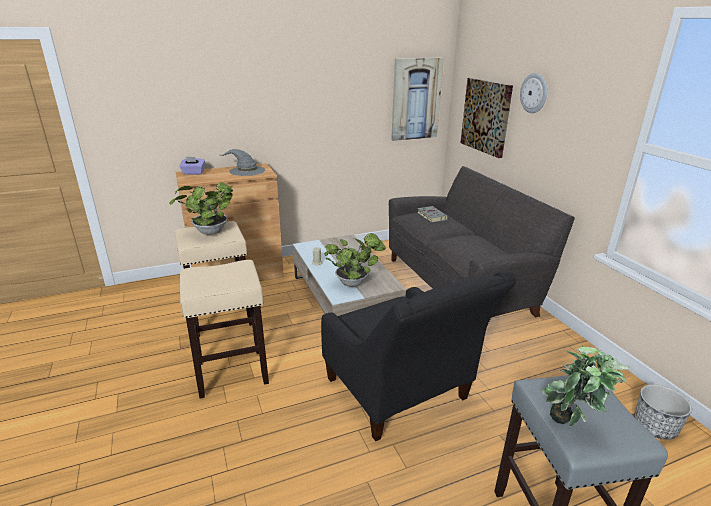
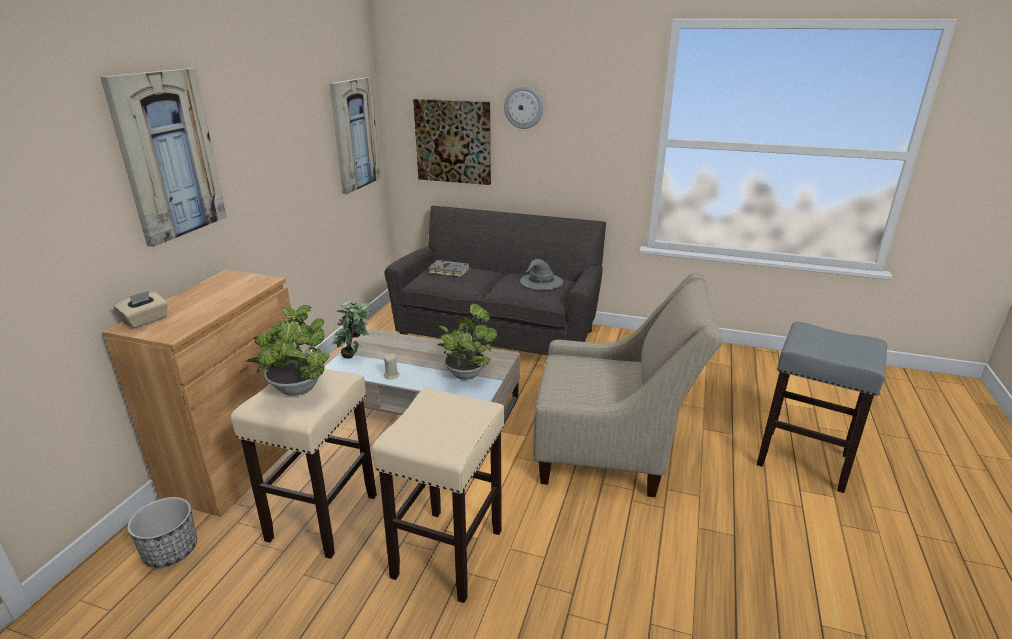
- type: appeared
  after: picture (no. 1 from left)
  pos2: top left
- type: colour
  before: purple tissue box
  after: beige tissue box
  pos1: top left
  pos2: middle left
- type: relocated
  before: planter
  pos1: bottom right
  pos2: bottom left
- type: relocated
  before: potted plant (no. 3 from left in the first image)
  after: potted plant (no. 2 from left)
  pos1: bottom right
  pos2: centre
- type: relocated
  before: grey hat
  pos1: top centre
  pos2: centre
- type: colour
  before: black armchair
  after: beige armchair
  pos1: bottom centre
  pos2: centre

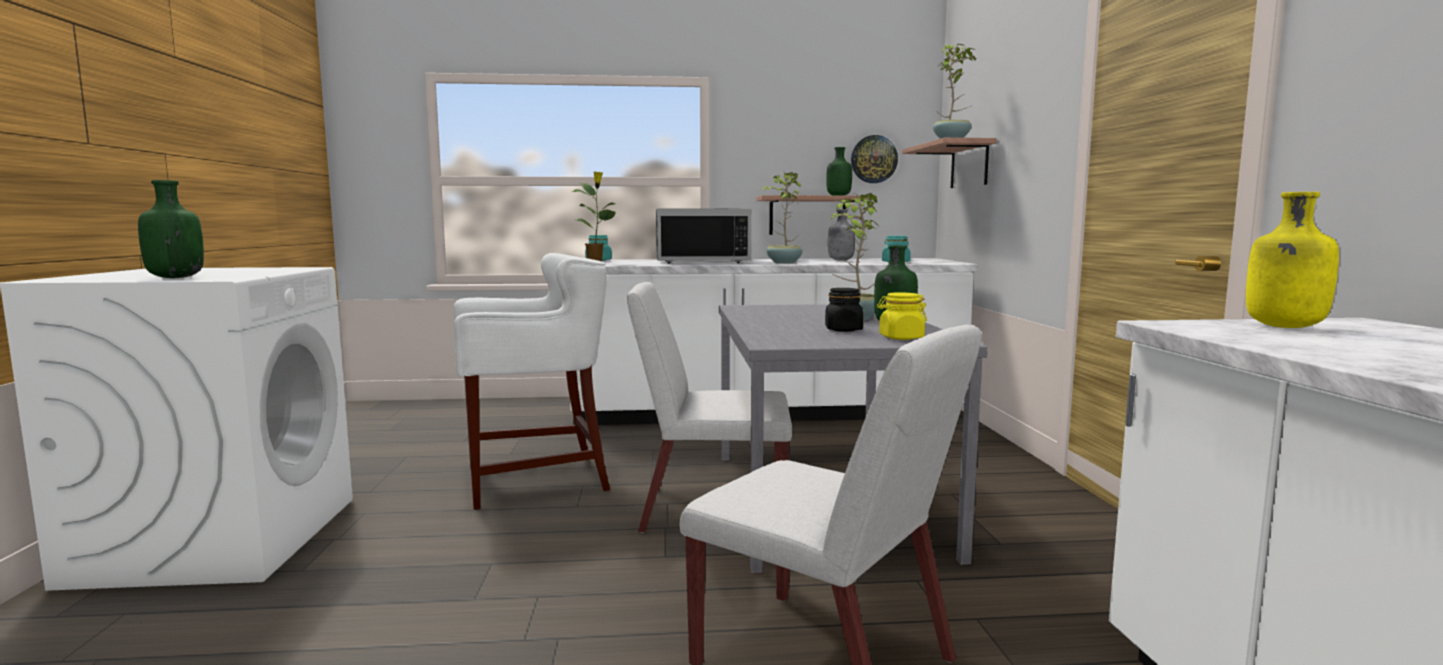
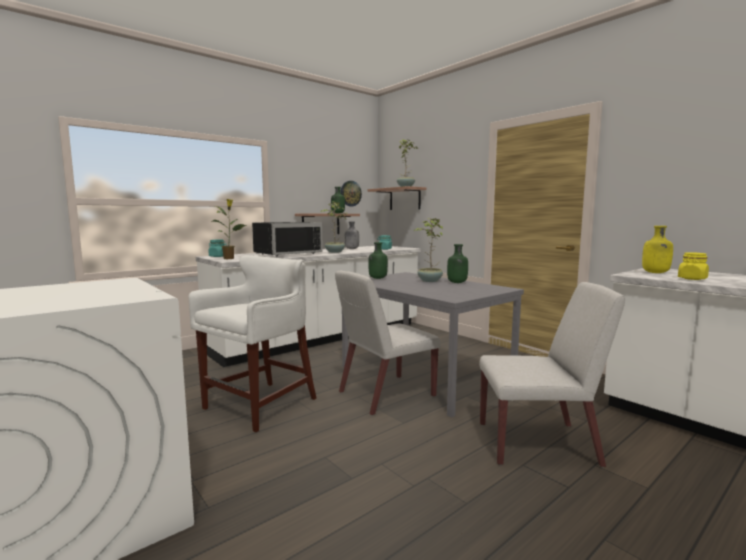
- type: relocated
  before: green bottle (no. 1 from left in the first image)
  after: green bottle (no. 2 from left)
  pos1: middle left
  pos2: centre
- type: relocated
  before: yellow jar
  pos1: centre
  pos2: middle right
- type: missing
  before: black jar
  pos1: centre

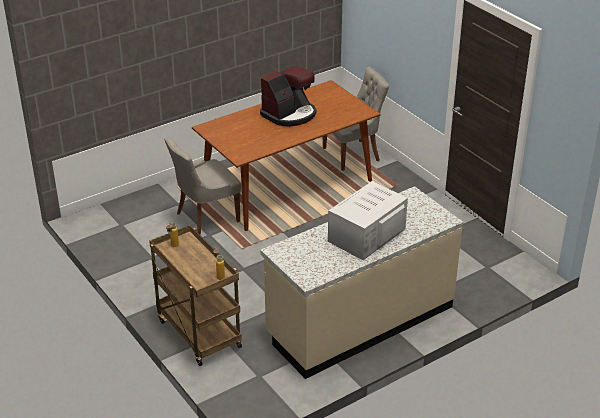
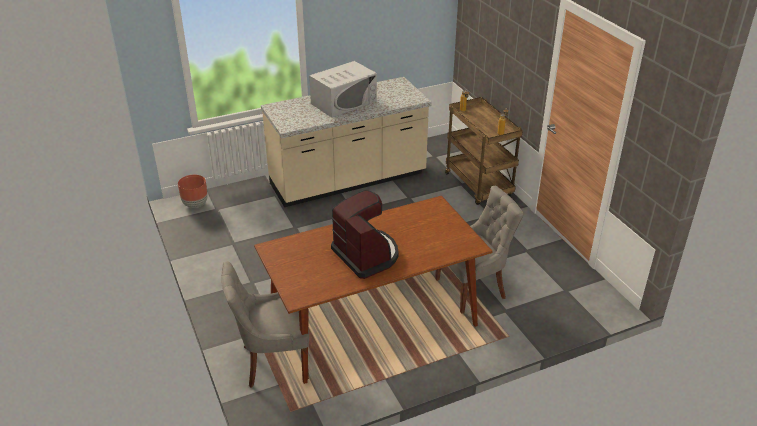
- type: appeared
  after: brown planter
  pos2: middle left
- type: spun
  before: coffee machine
  pos1: top centre
  pos2: centre
  turn: 90

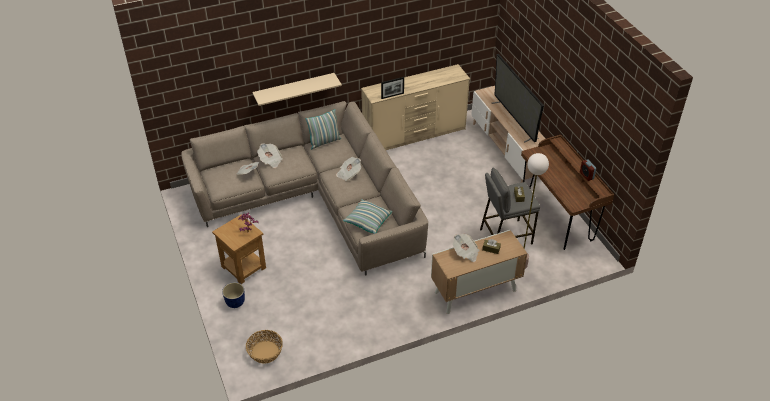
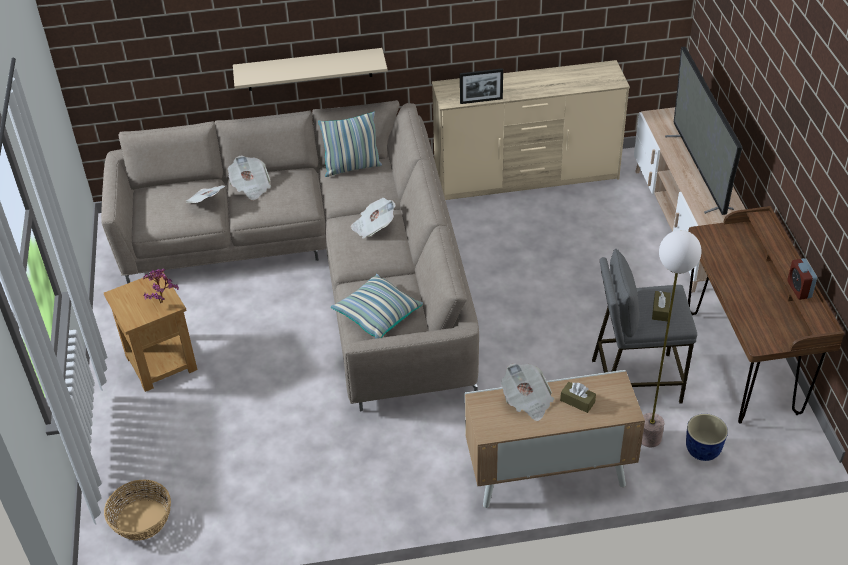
- type: relocated
  before: planter
  pos1: bottom left
  pos2: bottom right

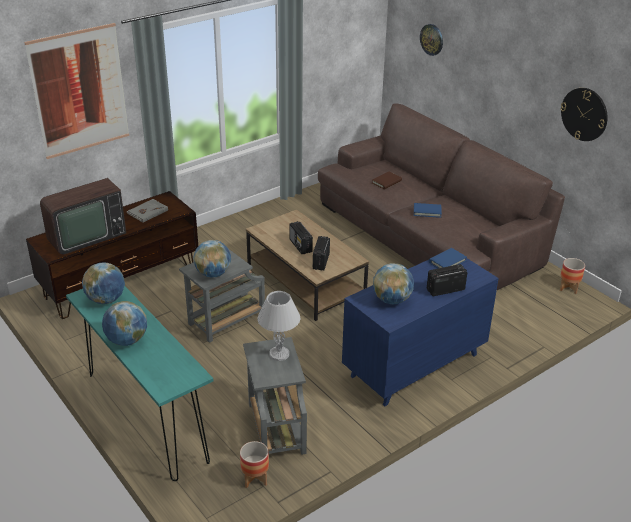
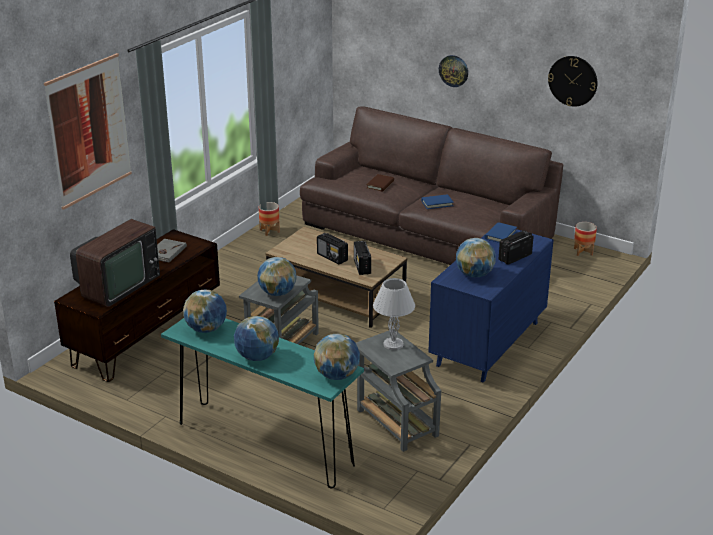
- type: relocated
  before: planter (no. 1 from left)
  pos1: bottom centre
  pos2: centre
- type: appeared
  after: globe (no. 4 from left)
  pos2: bottom centre
- type: relocated
  before: wall clock (no. 1 from left)
  pos1: top right
  pos2: top centre

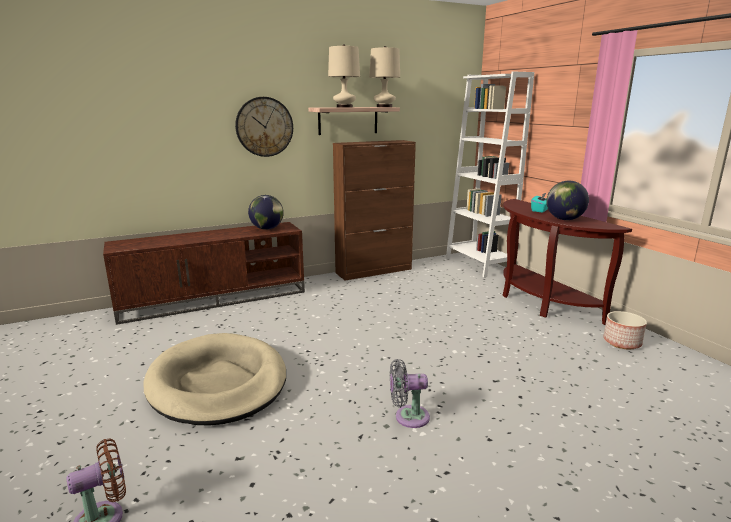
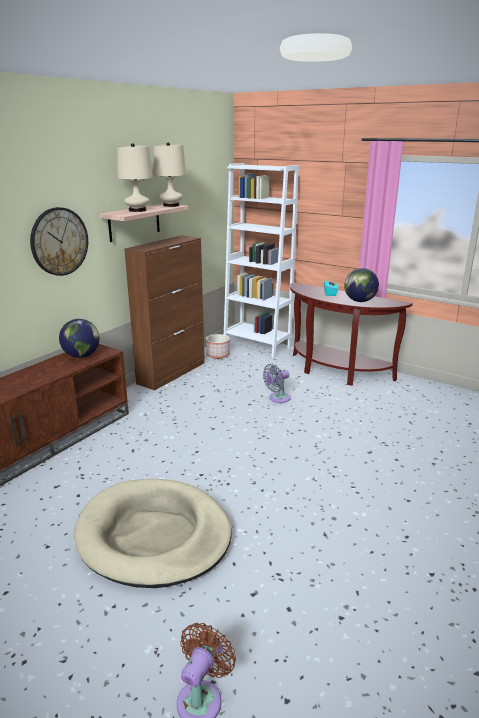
- type: relocated
  before: planter
  pos1: middle right
  pos2: centre
- type: relocated
  before: grey fan
  pos1: bottom centre
  pos2: centre

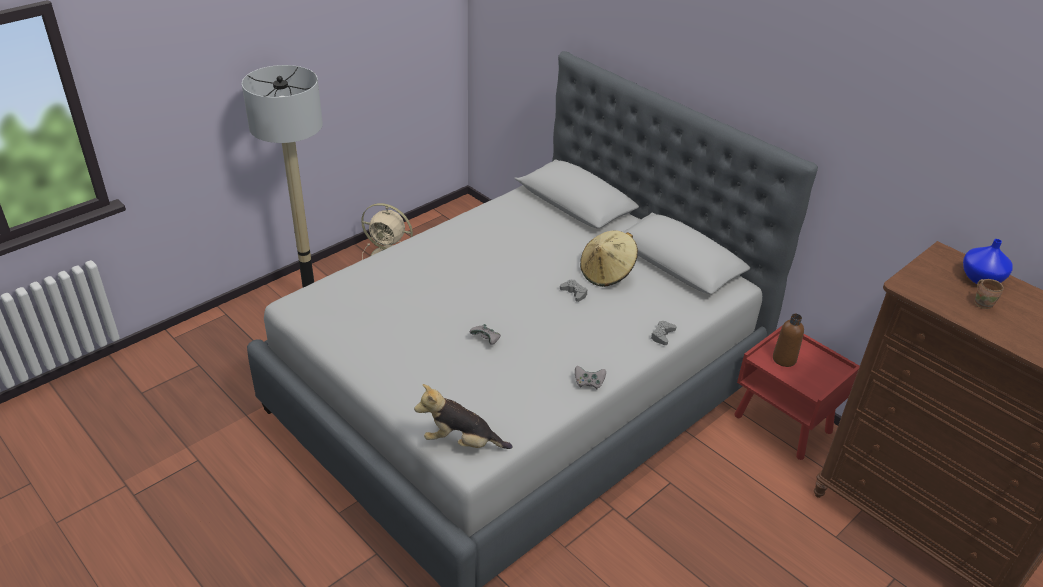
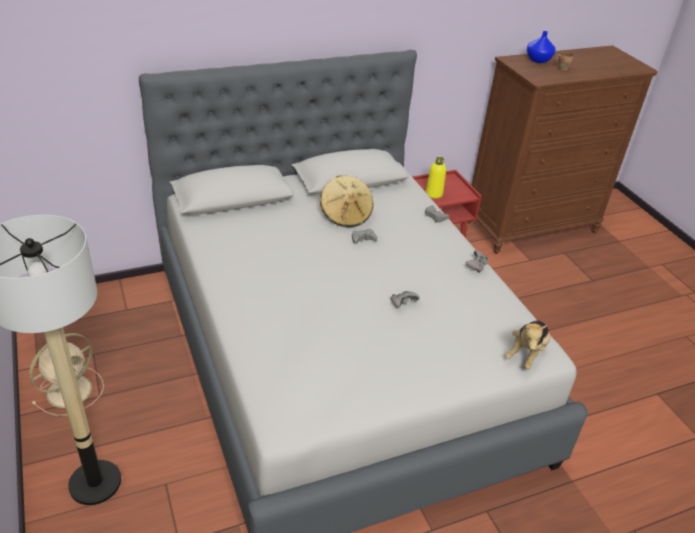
- type: colour
  before: brown bottle
  after: yellow bottle
  pos1: middle right
  pos2: top centre

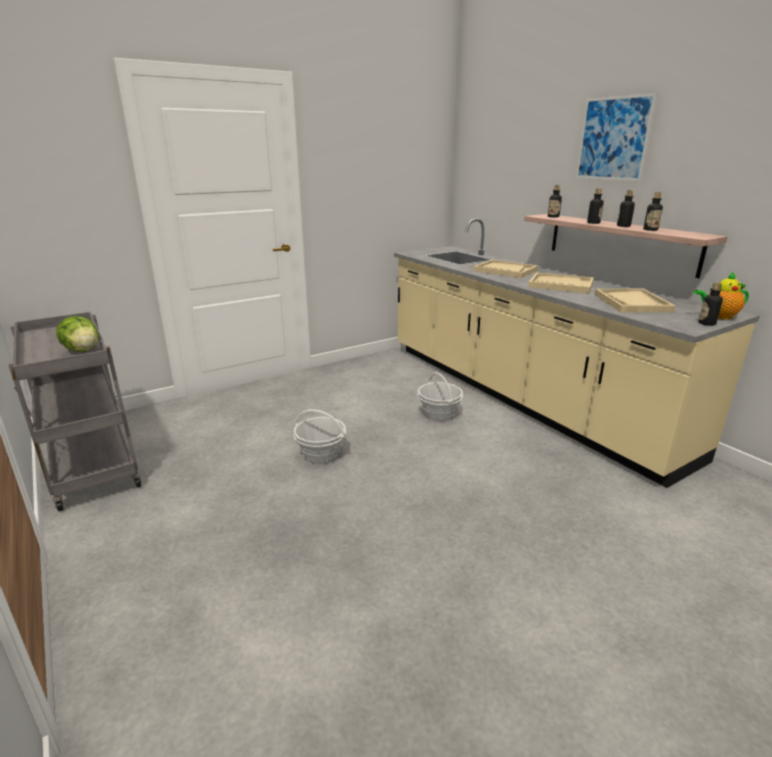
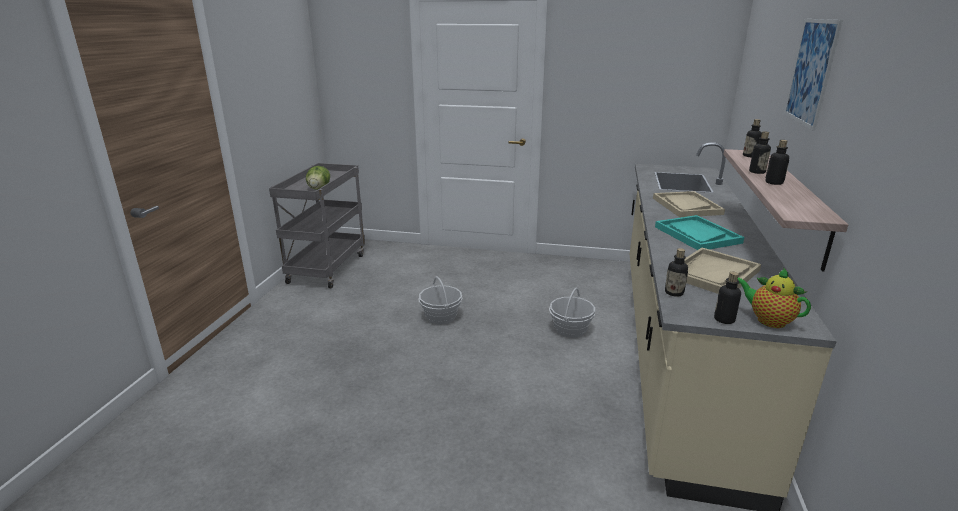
- type: colour
  before: beige tray (no. 2 from left)
  after: turquoise tray
  pos1: middle right
  pos2: middle right
- type: relocated
  before: bottle (no. 4 from left in the first image)
  after: bottle (no. 1 from left)
  pos1: top right
  pos2: middle right

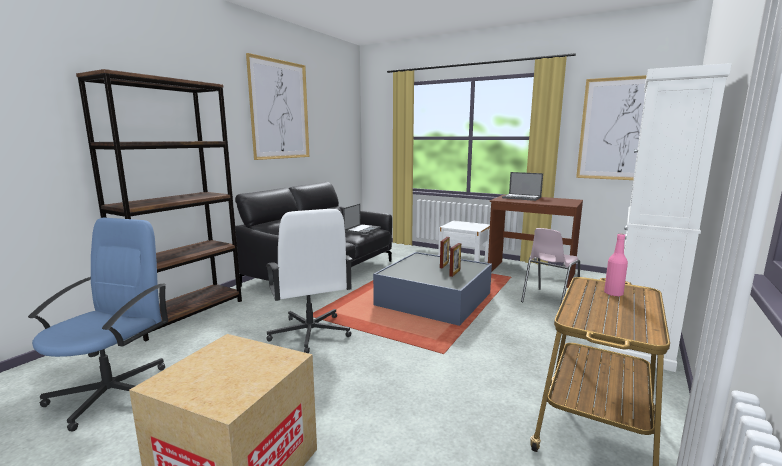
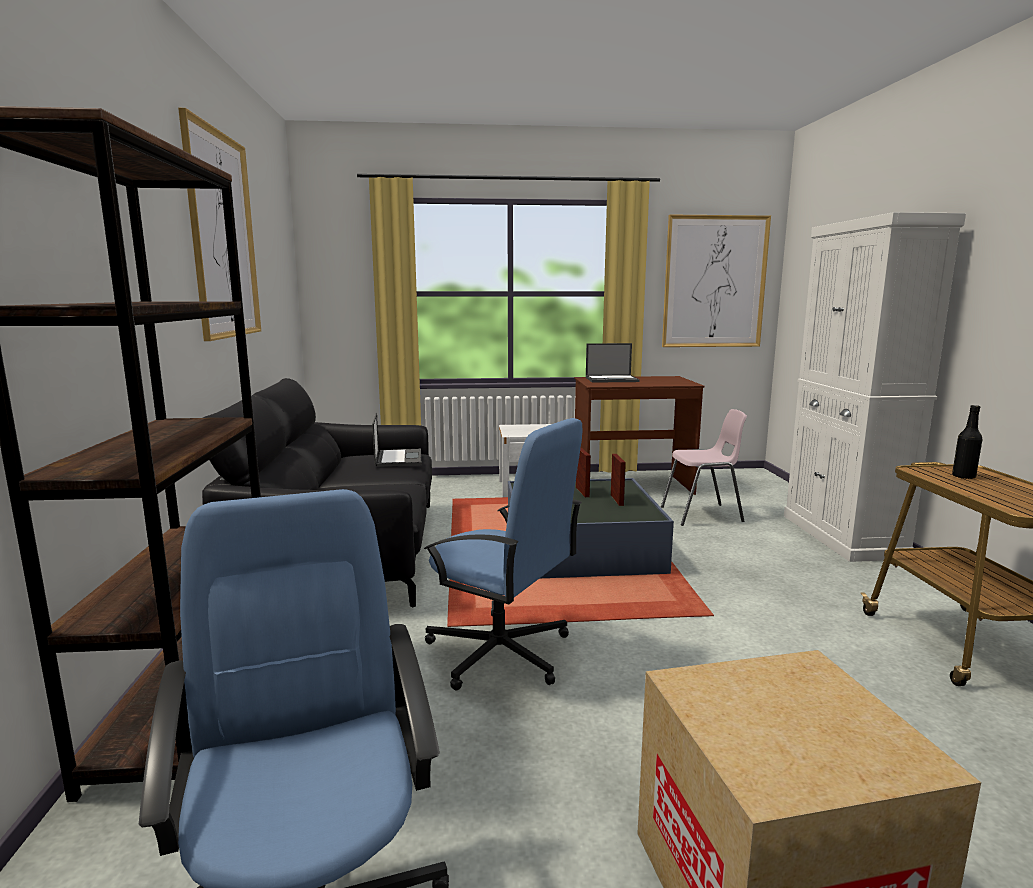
- type: colour
  before: white office chair
  after: blue office chair (no. 2 from left)
  pos1: centre
  pos2: centre
- type: spun
  before: pink chair
  pos1: middle right
  pos2: middle right
  turn: -105
- type: colour
  before: pink bottle
  after: black bottle
  pos1: middle right
  pos2: middle right

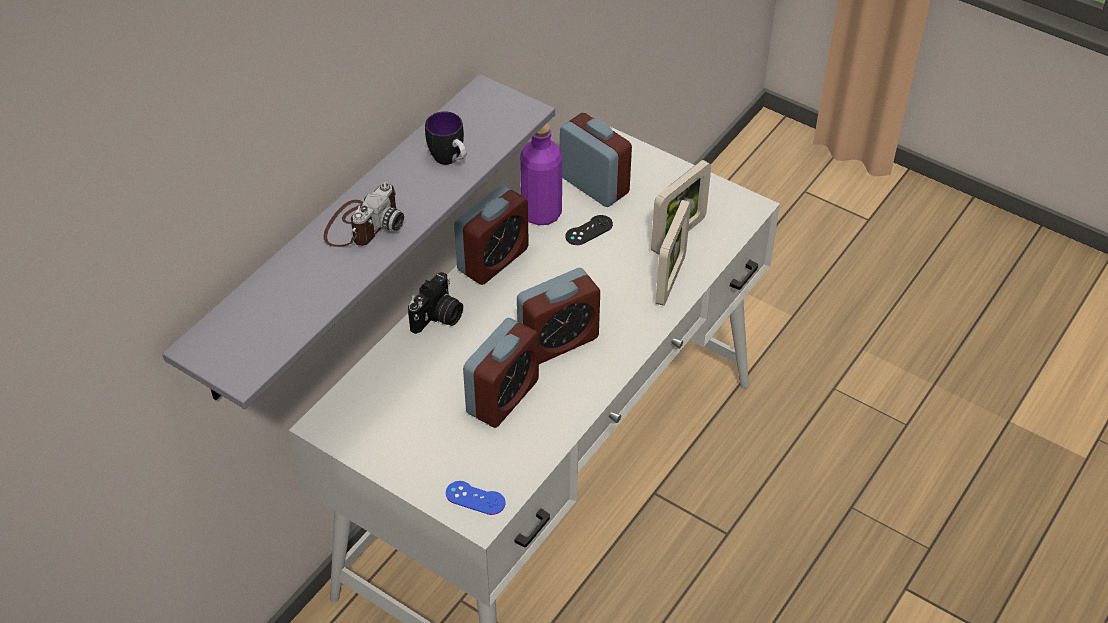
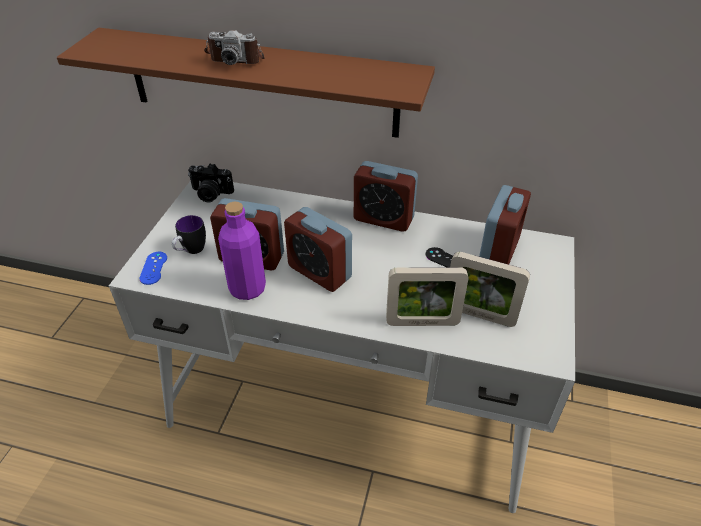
- type: colour
  before: grey shelf
  after: brown shelf
  pos1: middle left
  pos2: top centre
- type: relocated
  before: mug
  pos1: top centre
  pos2: middle left
- type: relocated
  before: photo camera (no. 2 from left in the first image)
  after: photo camera (no. 1 from left)
  pos1: centre
  pos2: middle left
- type: relocated
  before: purple bottle
  pos1: top centre
  pos2: centre

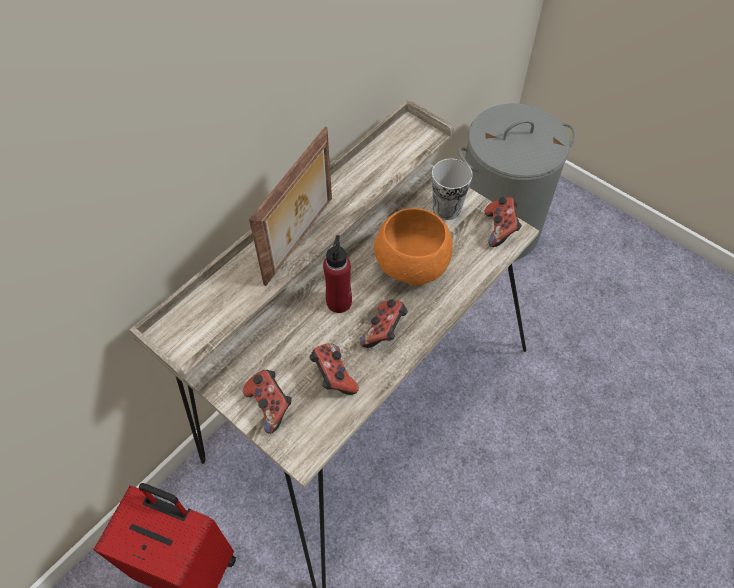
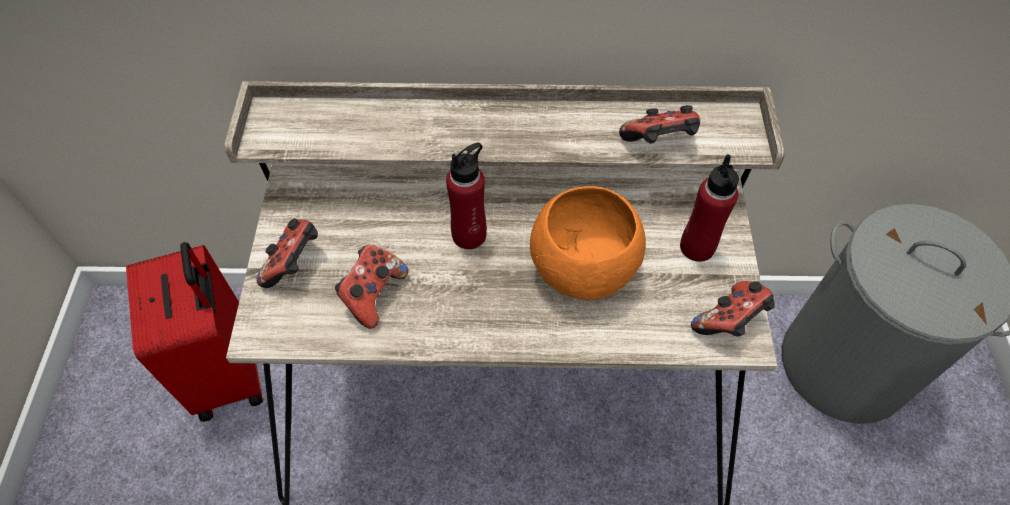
- type: relocated
  before: game controller (no. 3 from left)
  pos1: centre
  pos2: top centre
- type: exchanged
  before: cup
  after: red bottle (no. 2 from left)
  pos1: top centre
  pos2: middle right
- type: missing
  before: picture frame
  pos1: centre

